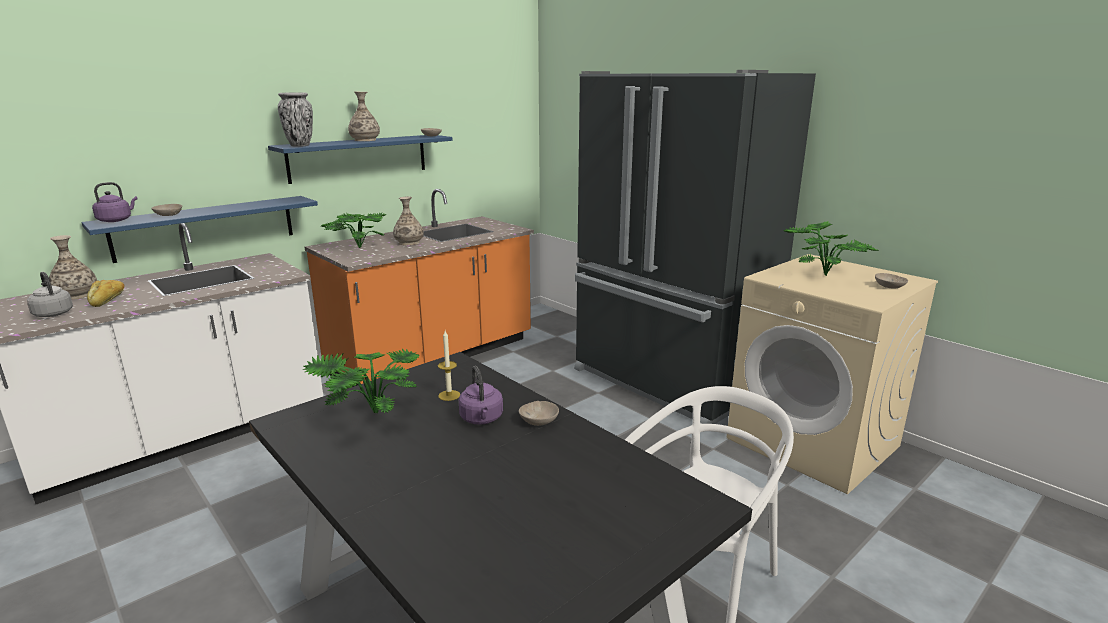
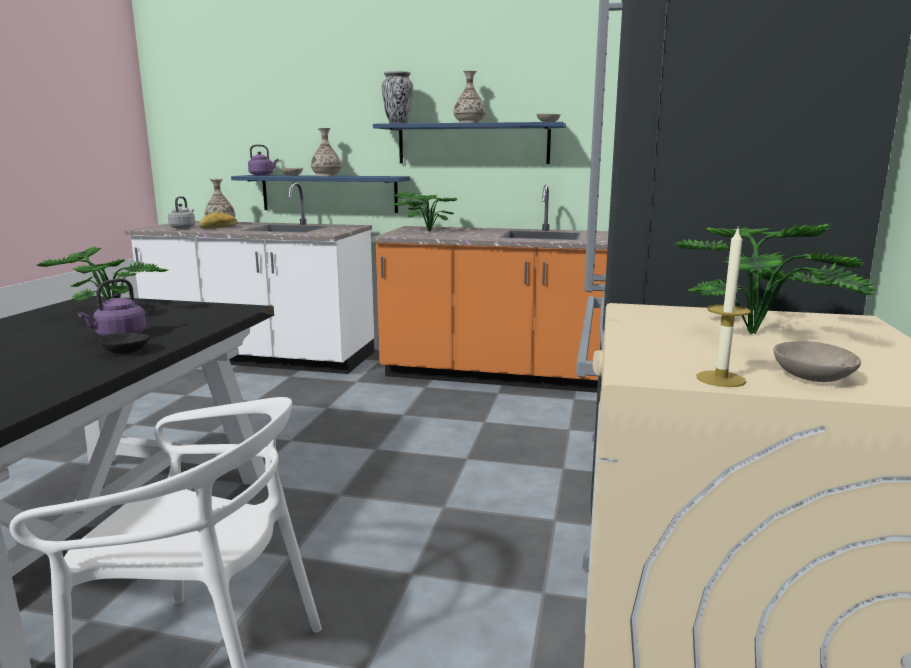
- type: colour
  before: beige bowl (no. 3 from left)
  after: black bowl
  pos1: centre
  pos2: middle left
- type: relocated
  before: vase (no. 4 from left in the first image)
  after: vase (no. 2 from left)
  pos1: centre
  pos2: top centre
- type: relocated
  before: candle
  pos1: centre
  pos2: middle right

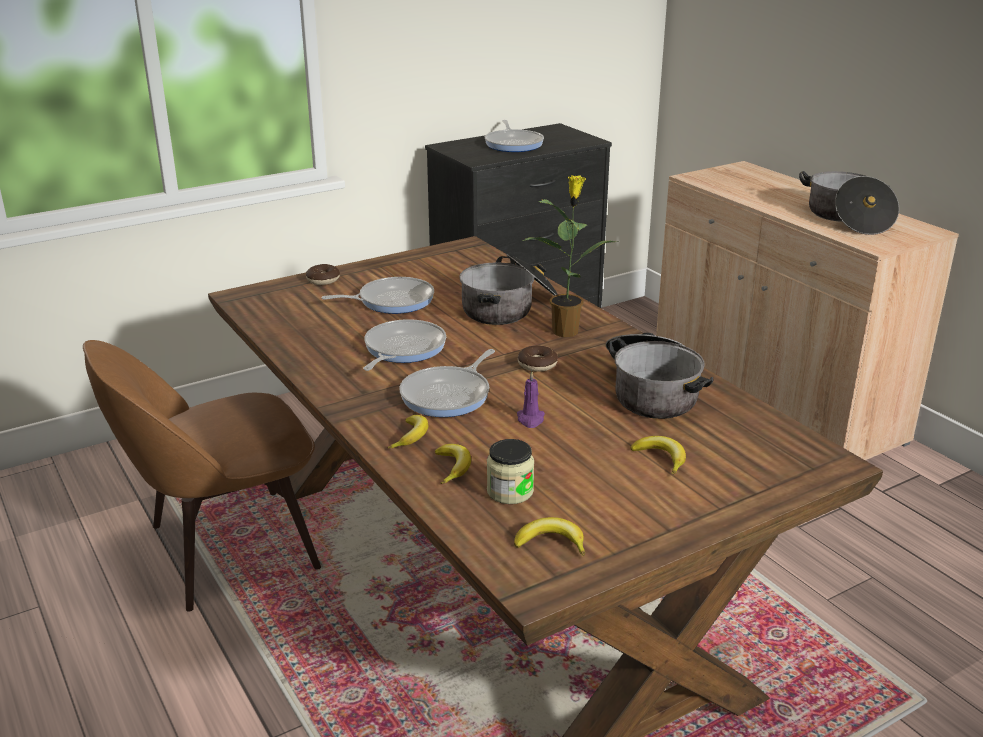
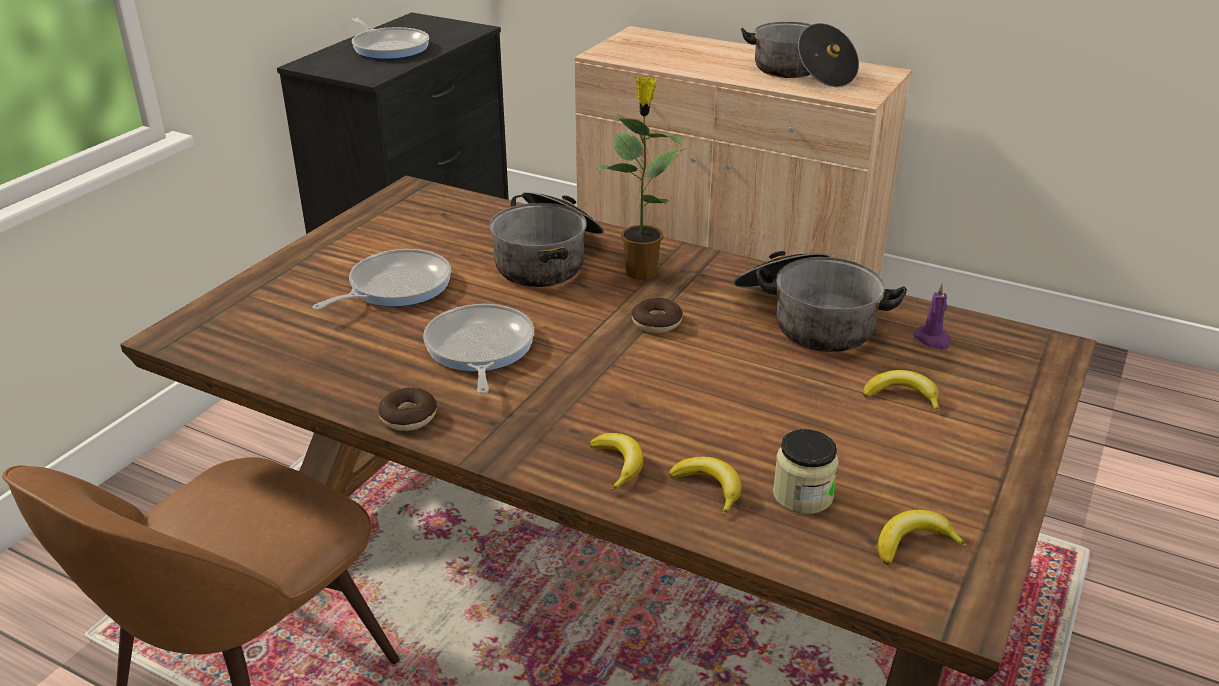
- type: relocated
  before: donut (no. 1 from left)
  pos1: middle left
  pos2: centre
- type: relocated
  before: purple candle
  pos1: centre
  pos2: middle right
- type: missing
  before: frying pan (no. 3 from left)
  pos1: centre

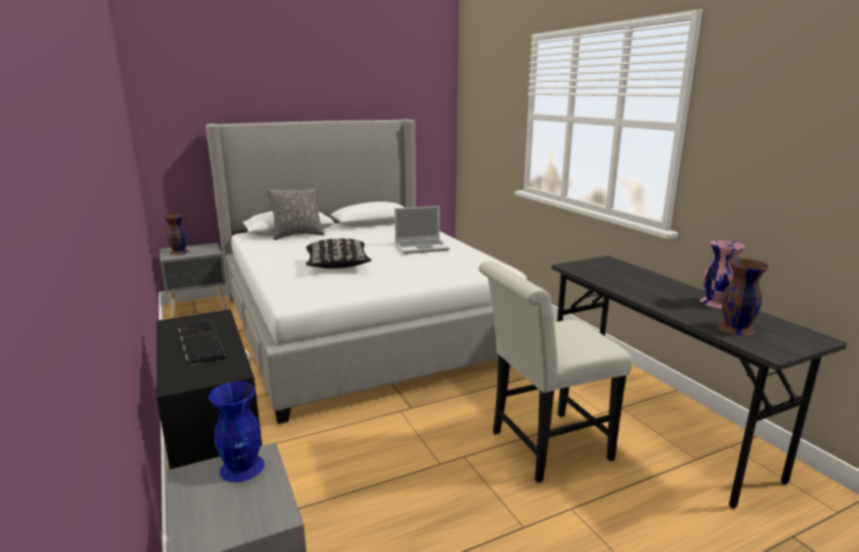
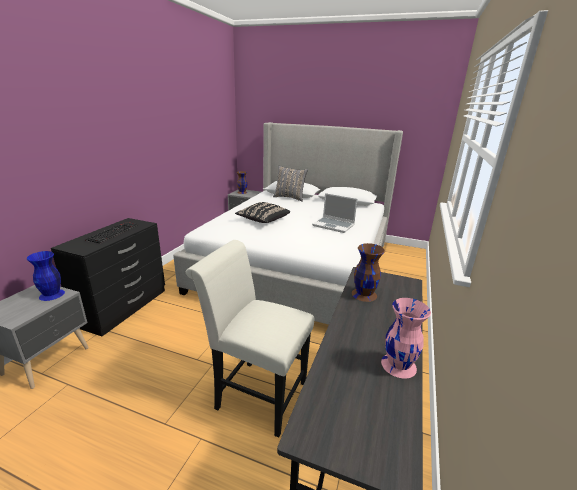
- type: relocated
  before: brown vase (no. 2 from left)
  pos1: middle right
  pos2: centre

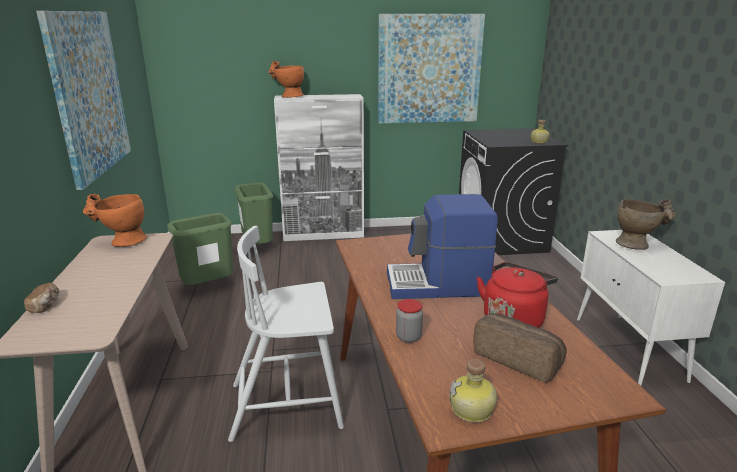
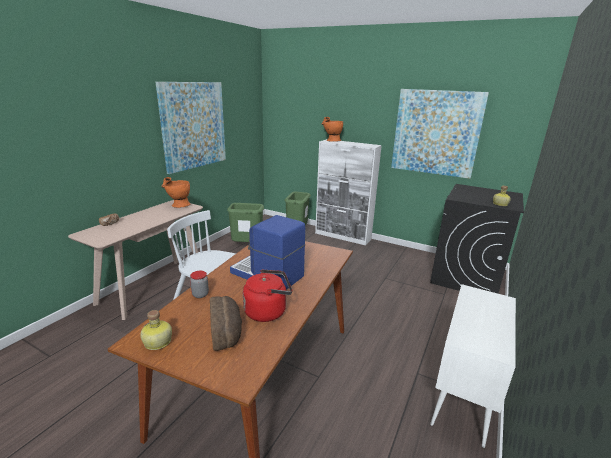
- type: missing
  before: beige vase
  pos1: middle right

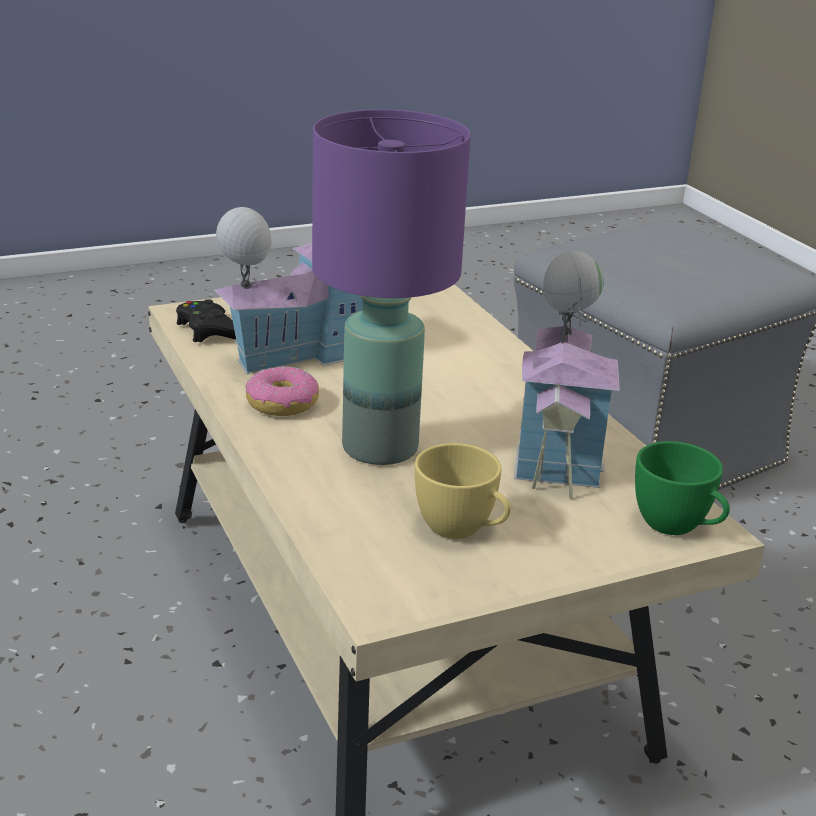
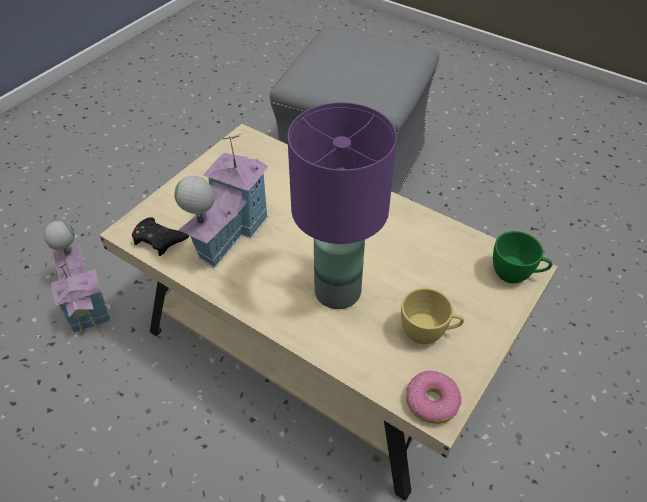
- type: relocated
  before: toy house (no. 2 from left in the first image)
  after: toy house (no. 1 from left)
  pos1: middle right
  pos2: middle left
- type: relocated
  before: donut
  pos1: centre
  pos2: bottom right

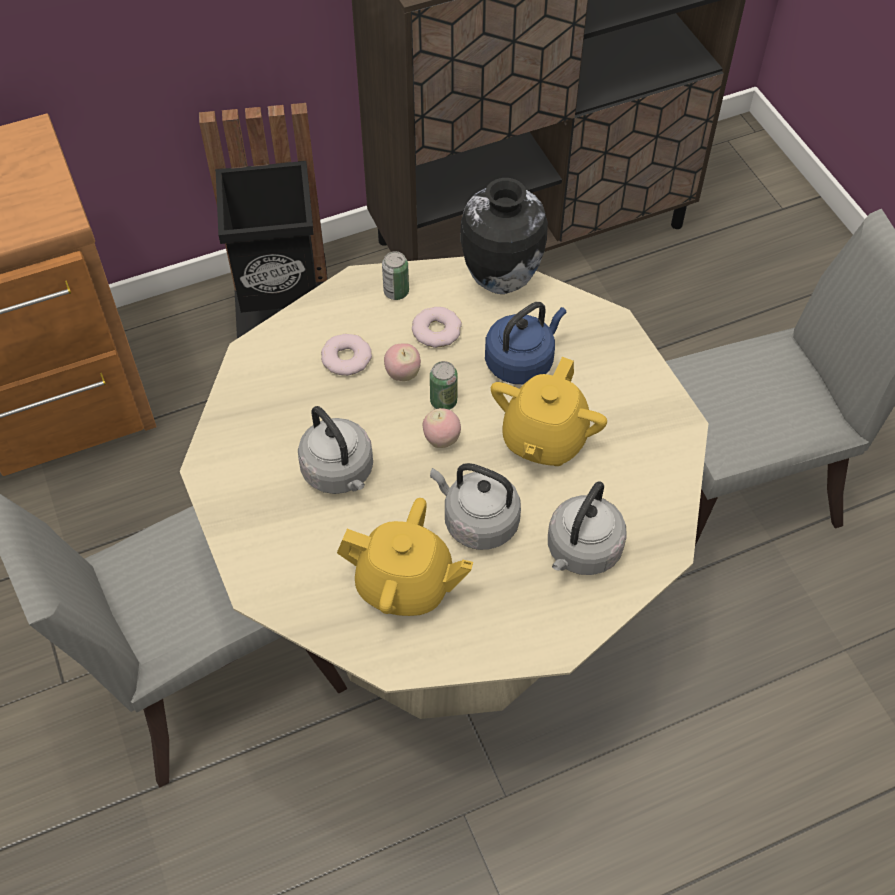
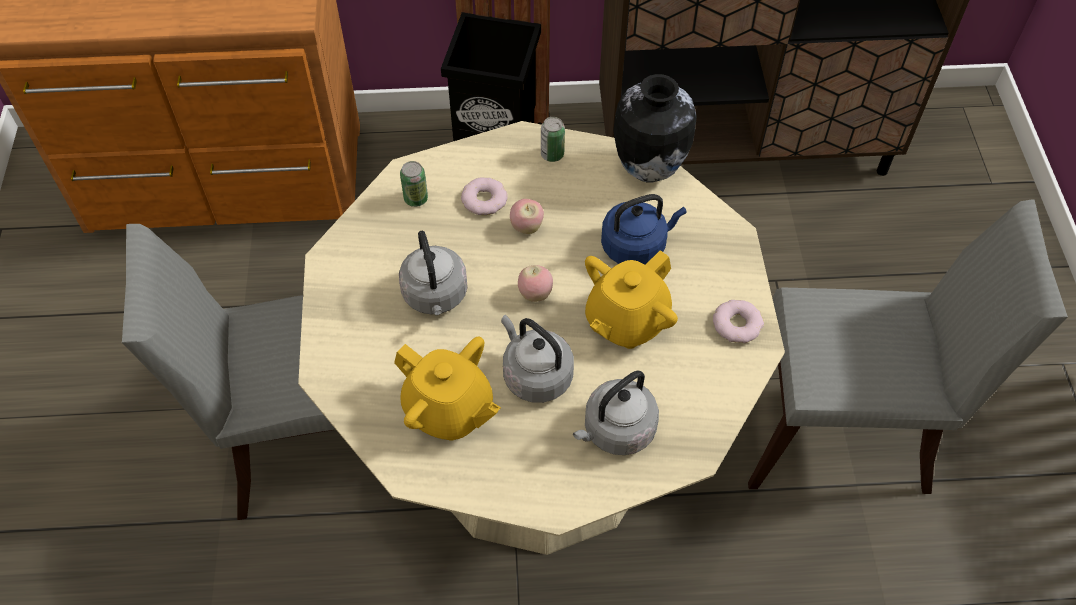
- type: relocated
  before: can (no. 2 from left in the first image)
  after: can (no. 1 from left)
  pos1: centre
  pos2: top centre
- type: relocated
  before: donut (no. 2 from left)
  pos1: centre
  pos2: middle right

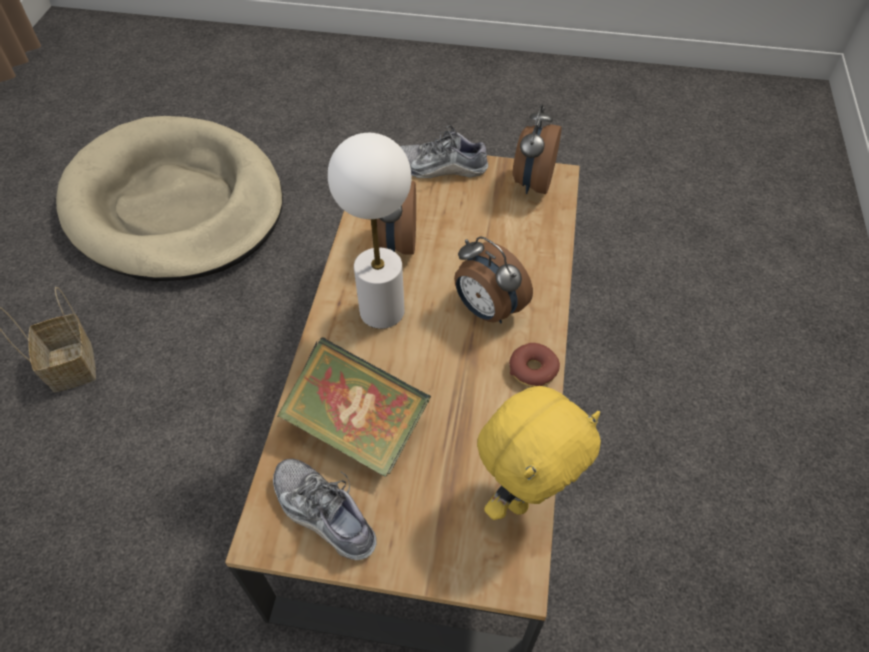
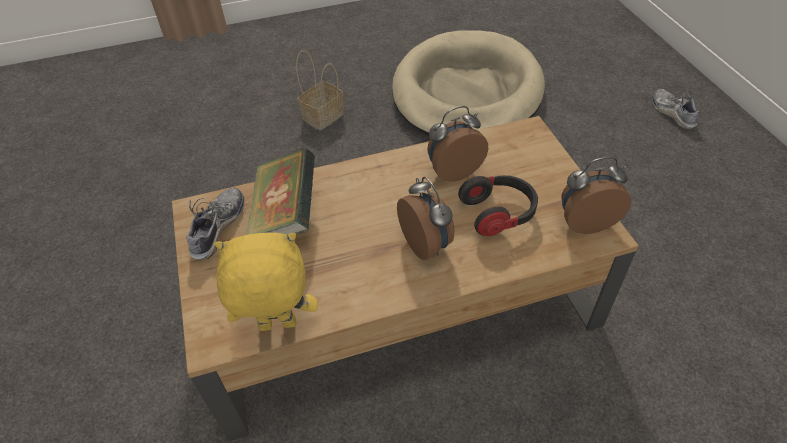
- type: spun
  before: yellow plush toy
  pos1: bottom centre
  pos2: centre
  turn: 150
- type: spun
  before: alarm clock (no. 2 from left in the first image)
  pos1: centre
  pos2: centre
  turn: 135
- type: appeared
  after: headphones
  pos2: centre
- type: relocated
  before: shoe (no. 2 from left)
  pos1: top centre
  pos2: top right
- type: missing
  before: white table lamp
  pos1: centre
- type: missing
  before: donut
  pos1: centre

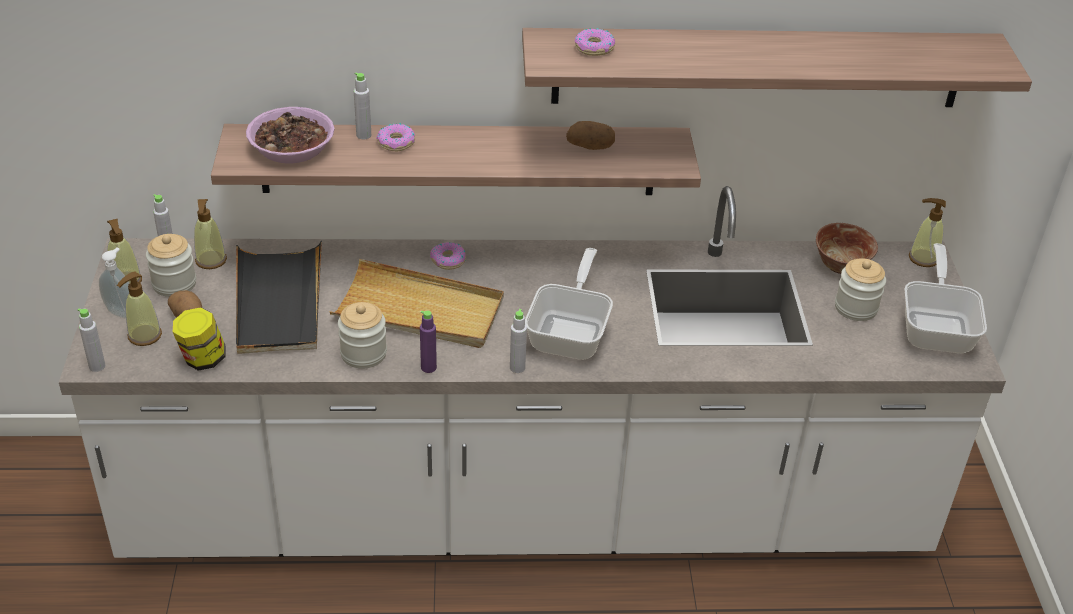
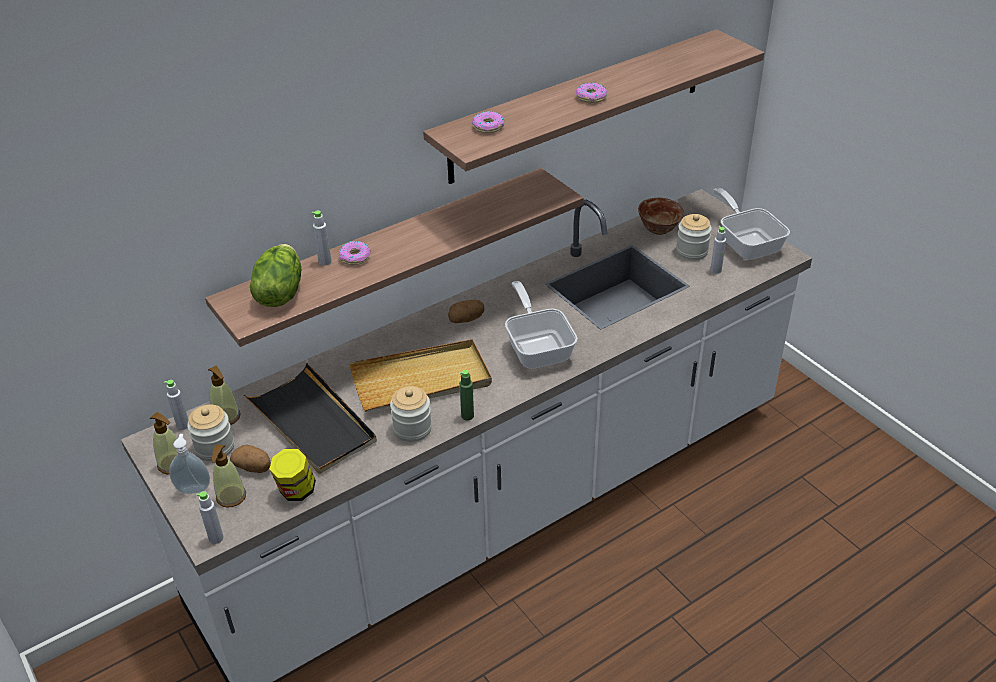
- type: exchanged
  before: bowl (no. 1 from left)
  after: lettuce
  pos1: top left
  pos2: middle left
- type: relocated
  before: potato (no. 2 from left)
  pos1: top centre
  pos2: centre
- type: colour
  before: purple bottle
  after: green bottle
  pos1: centre
  pos2: centre
- type: relocated
  before: donut (no. 2 from left in the first image)
  after: donut (no. 3 from left)
  pos1: centre
  pos2: top centre
- type: relocated
  before: grey bottle (no. 4 from left)
  pos1: centre
  pos2: middle right
- type: missing
  before: soap dispenser (no. 5 from left)
  pos1: middle right

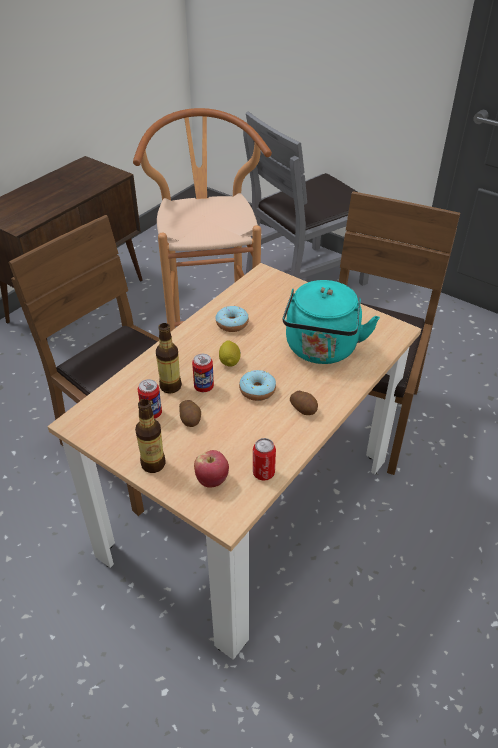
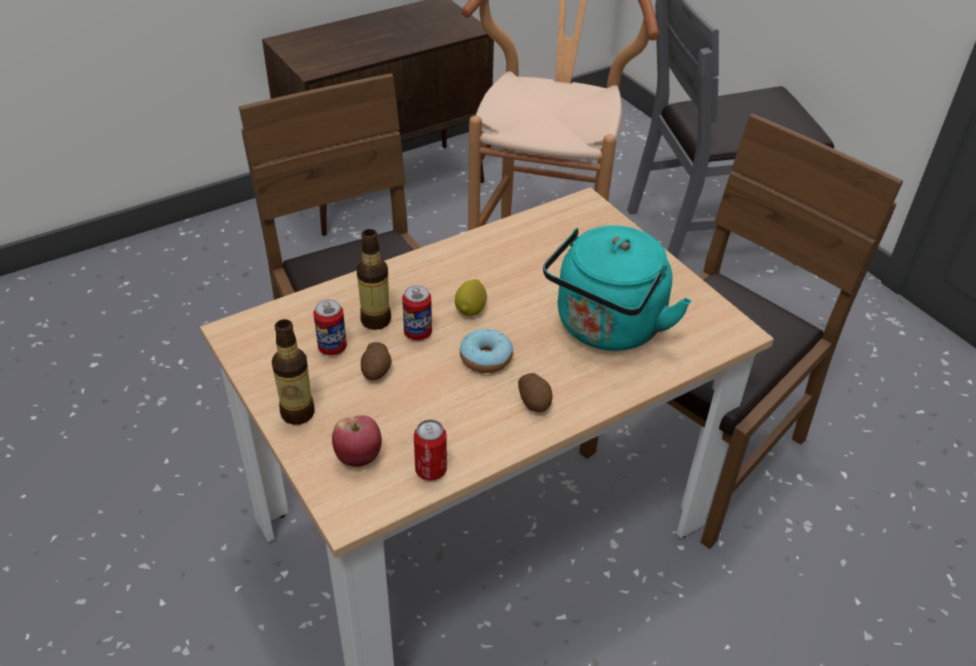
- type: missing
  before: donut (no. 1 from left)
  pos1: centre

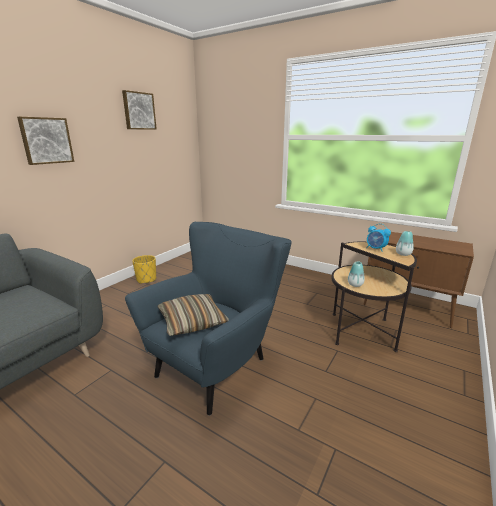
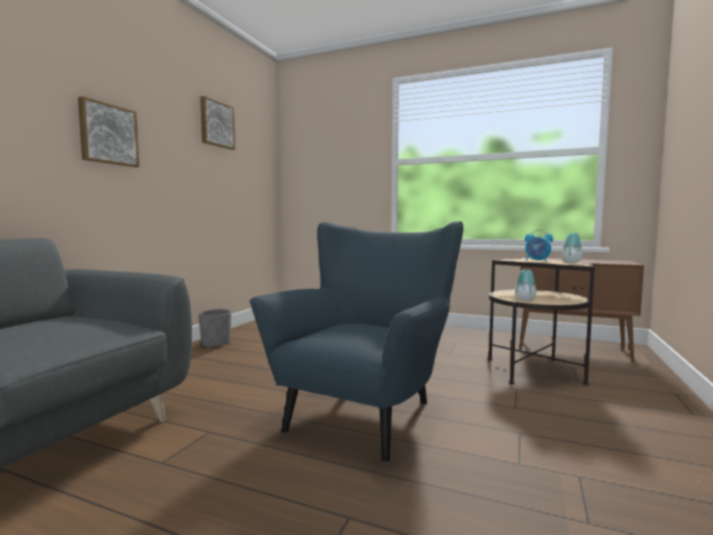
- type: colour
  before: yellow planter
  after: grey planter
  pos1: middle left
  pos2: middle left
- type: missing
  before: pillow
  pos1: centre

